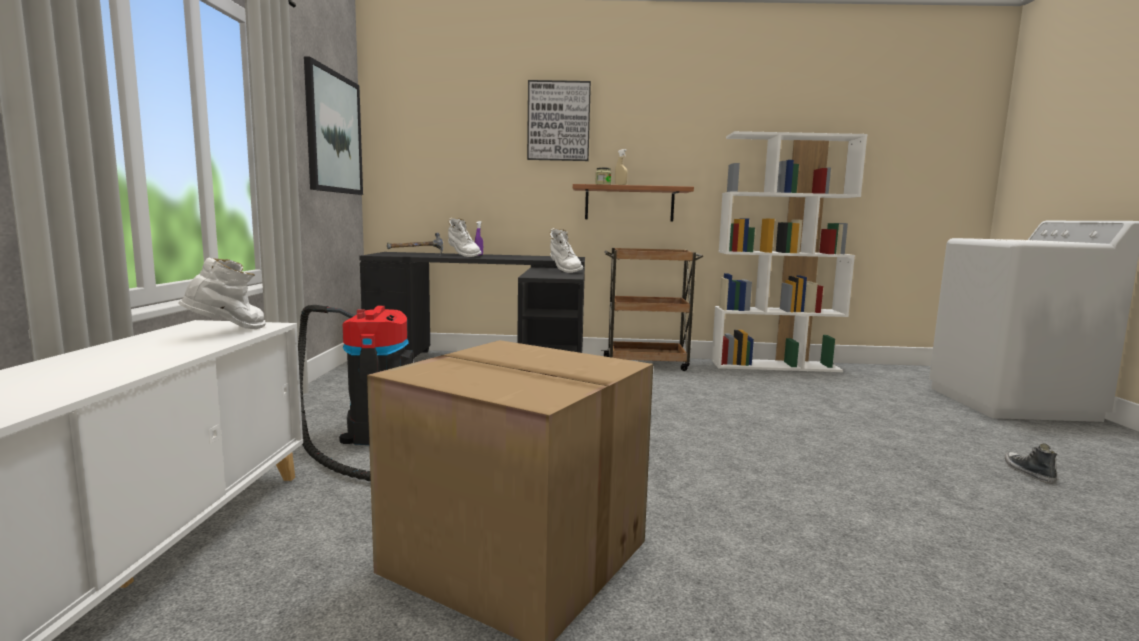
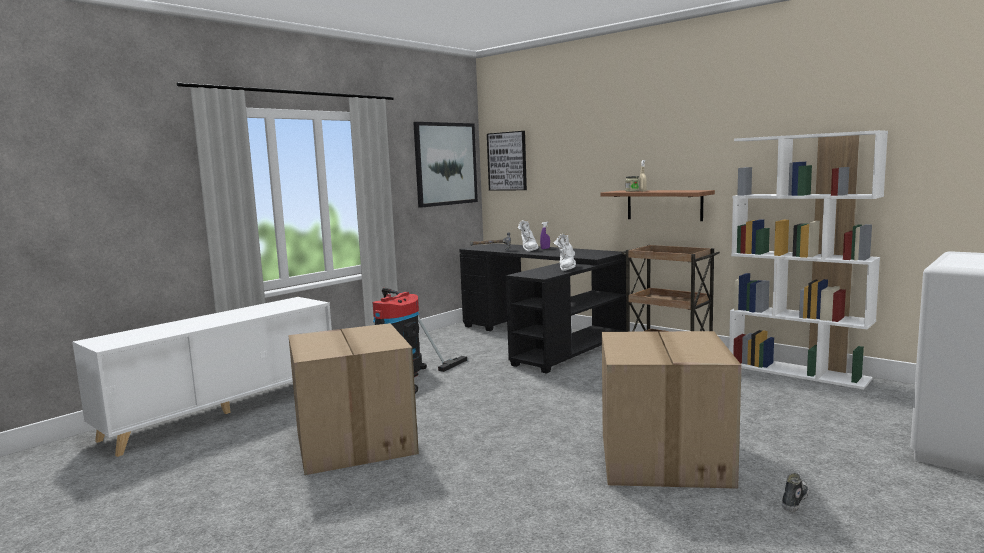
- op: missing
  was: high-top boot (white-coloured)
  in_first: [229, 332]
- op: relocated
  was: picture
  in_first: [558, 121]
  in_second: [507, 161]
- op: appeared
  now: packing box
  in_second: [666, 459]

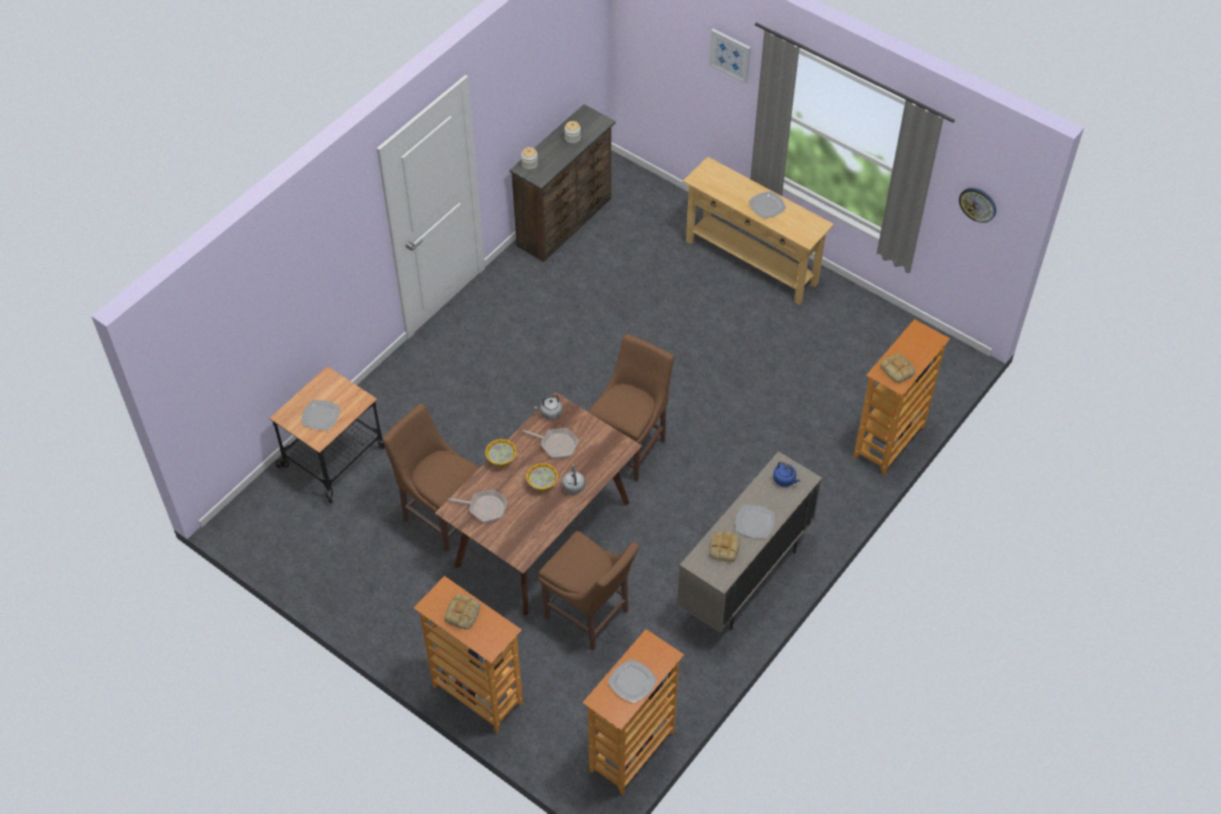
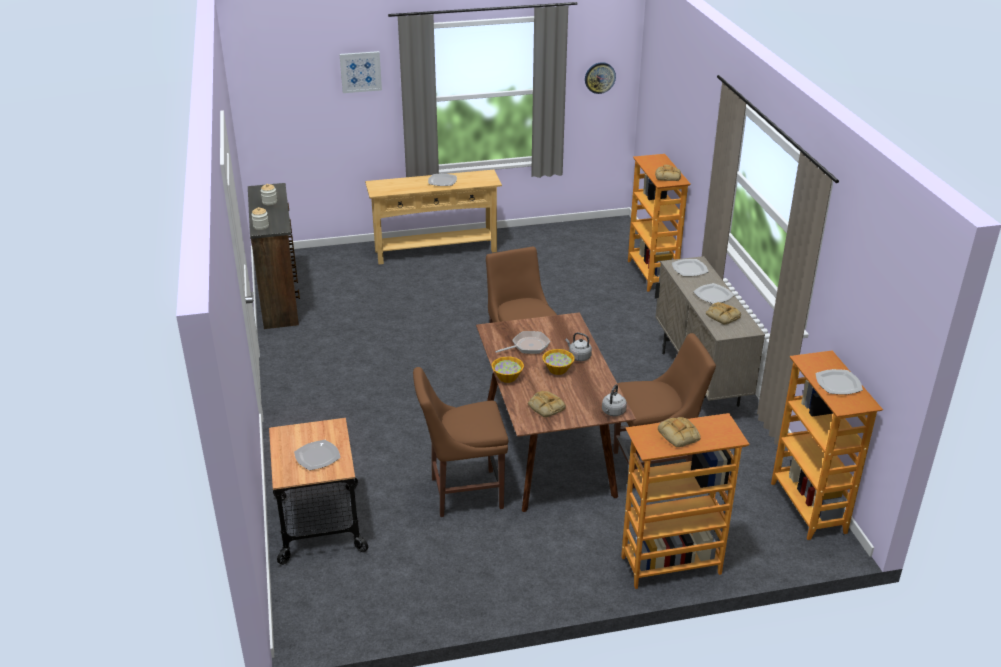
- op: exchanged
  was: pan
  now: bread
  in_first: [485, 507]
  in_second: [545, 407]
- op: relocated
  was: kettle (gray)
  in_first: [550, 413]
  in_second: [613, 412]
- op: exchanged
  was: kettle (blue)
  now: flat dish
  in_first: [785, 480]
  in_second: [689, 269]

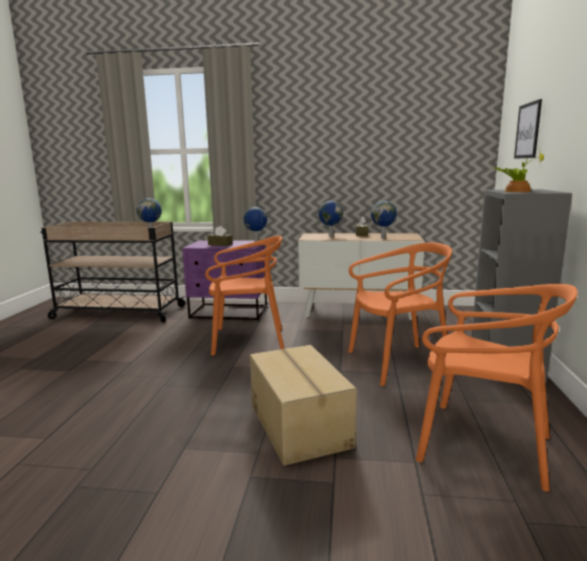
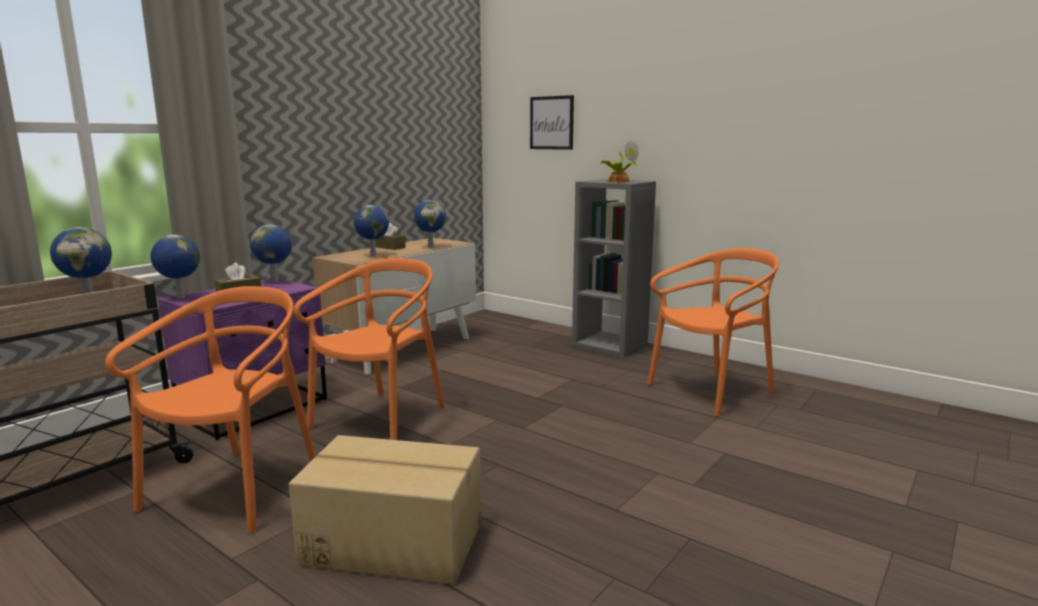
- op: relocated
  was: packing box
  in_first: [300, 424]
  in_second: [393, 541]
- op: relocated
  was: upright chair (orange)
  in_first: [397, 363]
  in_second: [235, 489]
- op: appeared
  now: globe
  in_second: [180, 298]

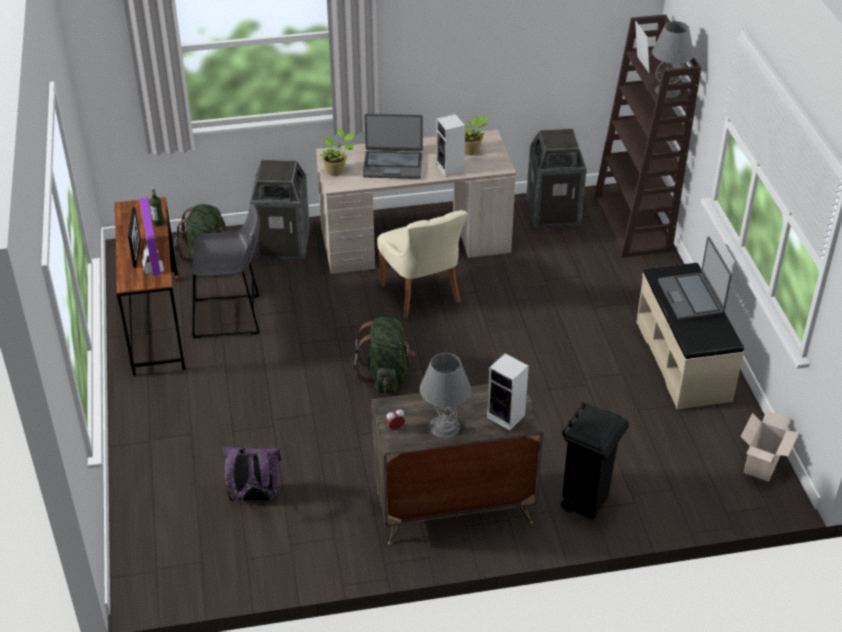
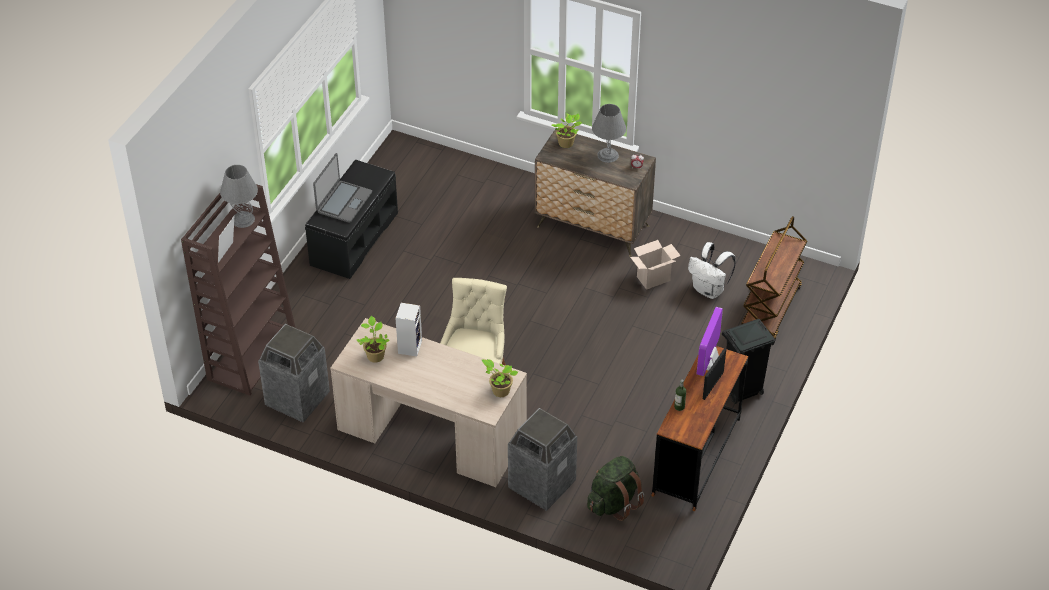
- op: missing
  was: sitting stool (gray)
  in_first: [231, 317]
- op: colour
  was: rucksack (purple-coloured)
  now: rucksack (white-coloured)
  in_first: [254, 496]
  in_second: [709, 290]
- op: missing
  was: rucksack (greenish)
  in_first: [386, 376]
- op: missing
  was: portable computer
  in_first: [393, 165]
- op: exchanged
  was: speaker
  now: potted plant
  in_first: [507, 417]
  in_second: [567, 143]
- op: relocated
  was: trash can (black-coloured)
  in_first: [586, 501]
  in_second: [742, 391]
- op: colour
  was: long seat (sand-coloured)
  now: long seat (black-coloured)
  in_first: [684, 360]
  in_second: [353, 238]
- op: relocated
  was: packing box
  in_first: [762, 466]
  in_second: [653, 278]
- op: appeared
  now: trolley (brown)
  in_second: [771, 310]

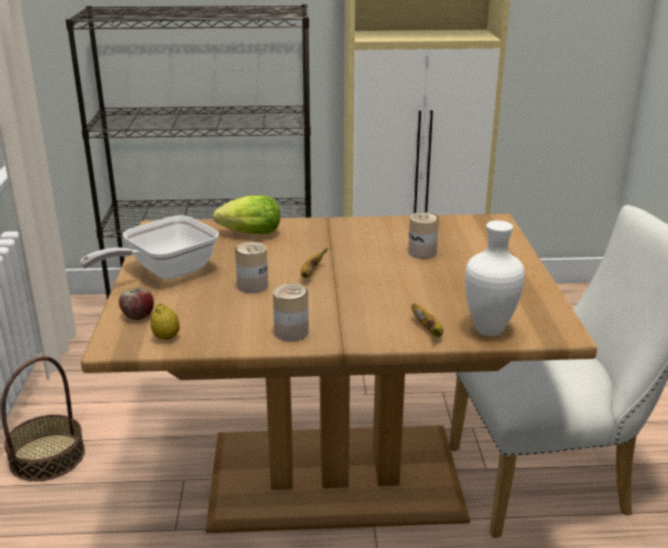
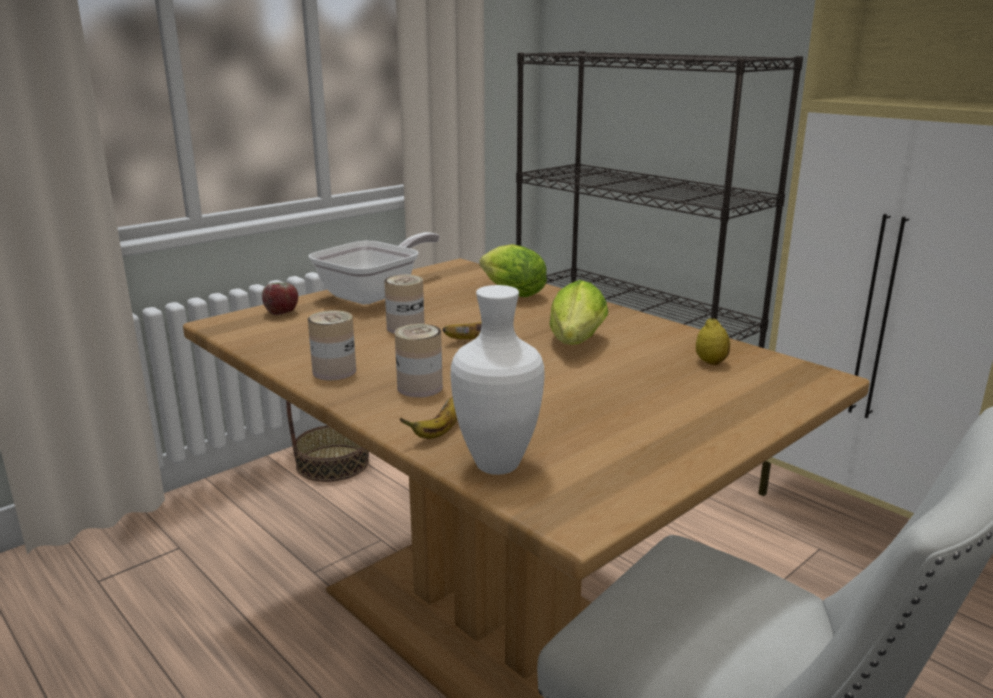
- op: spun
  was: pan
  in_first: [164, 272]
  in_second: [376, 294]
  clockwise: 120
- op: relocated
  was: whole lemon
  in_first: [166, 337]
  in_second: [711, 362]
- op: relocated
  was: can
  in_first: [422, 252]
  in_second: [420, 388]
- op: appeared
  now: lettuce head
  in_second: [575, 345]

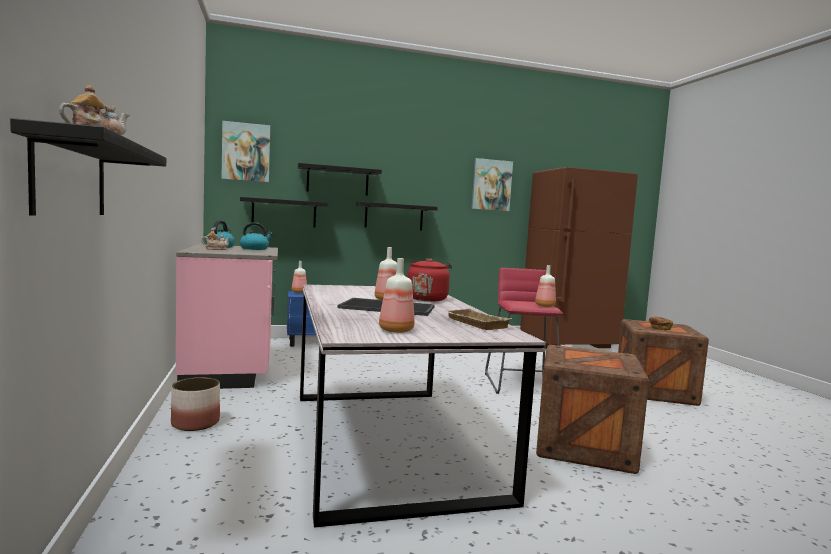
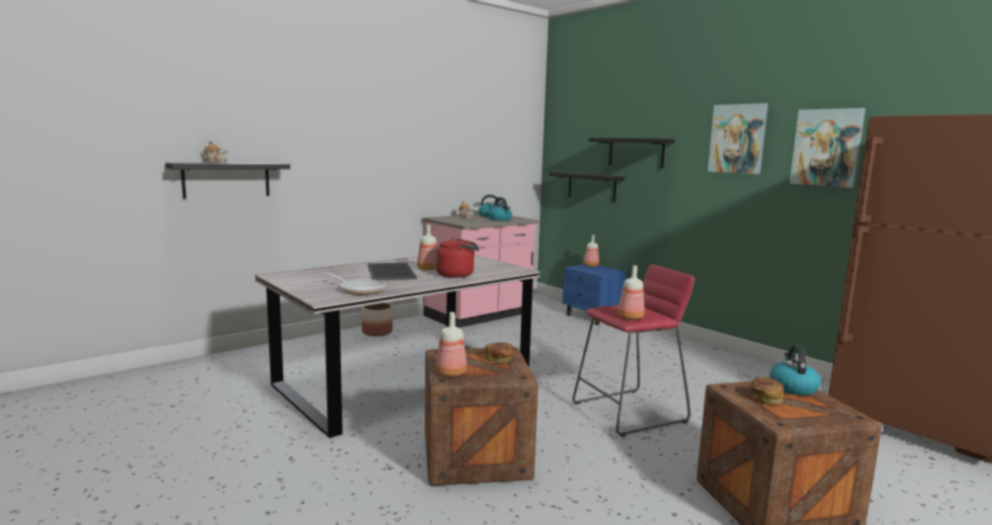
- op: relocated
  was: picture
  in_first: [246, 152]
  in_second: [737, 139]
- op: missing
  was: bracket shelf (black-coloured)
  in_first: [394, 216]
- op: relocated
  was: beverage bottle
  in_first: [395, 330]
  in_second: [450, 373]
- op: exchanged
  was: carrying tray (sand-coloured)
  now: pan
  in_first: [474, 323]
  in_second: [359, 290]
- op: appeared
  now: bread
  in_second: [500, 360]
- op: appeared
  now: kettle
  in_second: [792, 387]

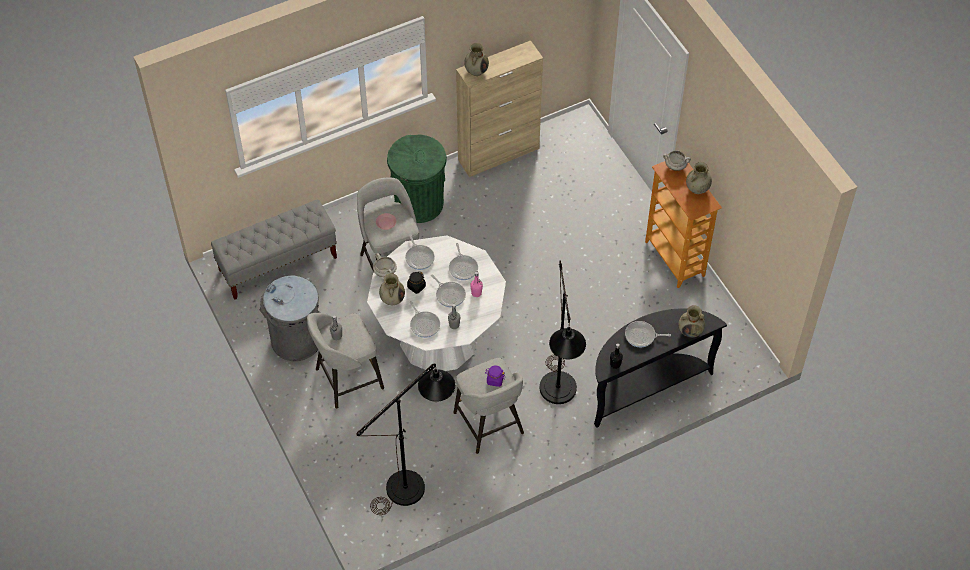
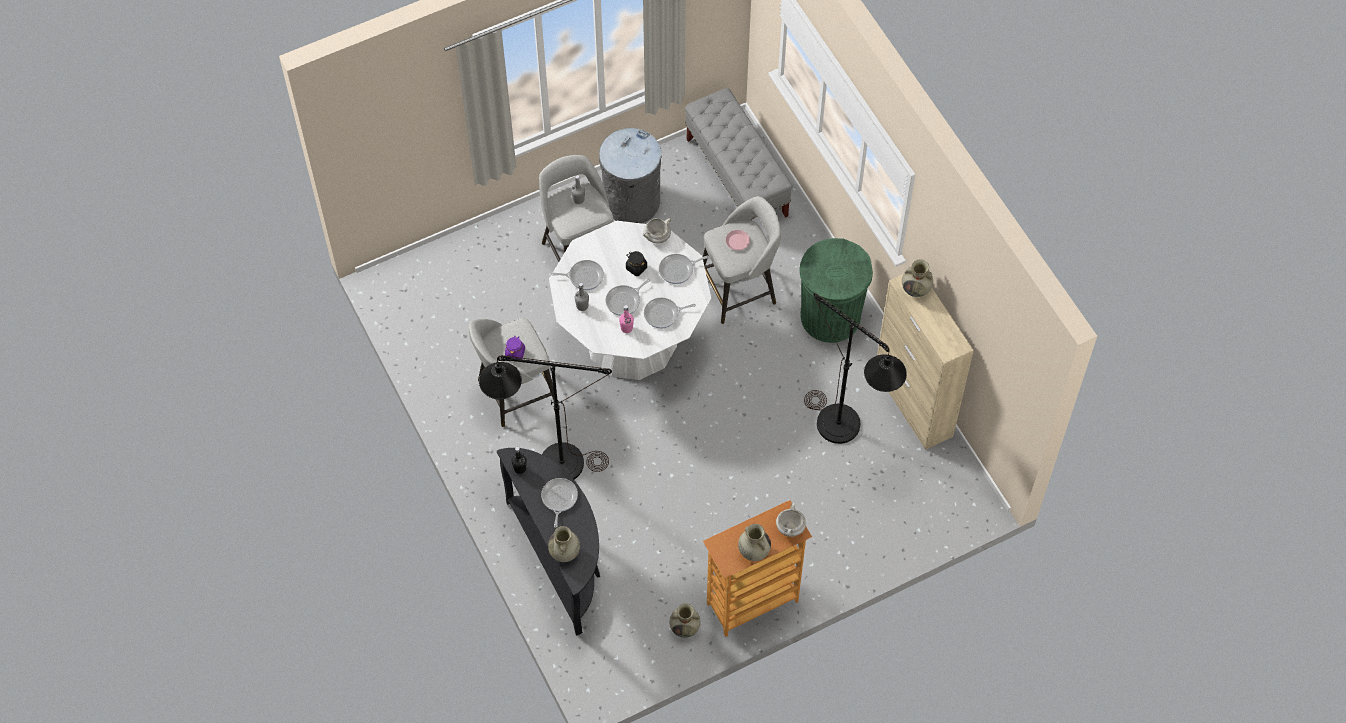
- op: relocated
  was: standard lamp (black-coloured)
  in_first: [414, 482]
  in_second: [846, 433]
- op: relocated
  was: vase (sand-coloured)
  in_first: [392, 299]
  in_second: [685, 627]
- op: spun
  was: pan
  in_first: [424, 324]
  in_second: [584, 276]
  clockwise: -150

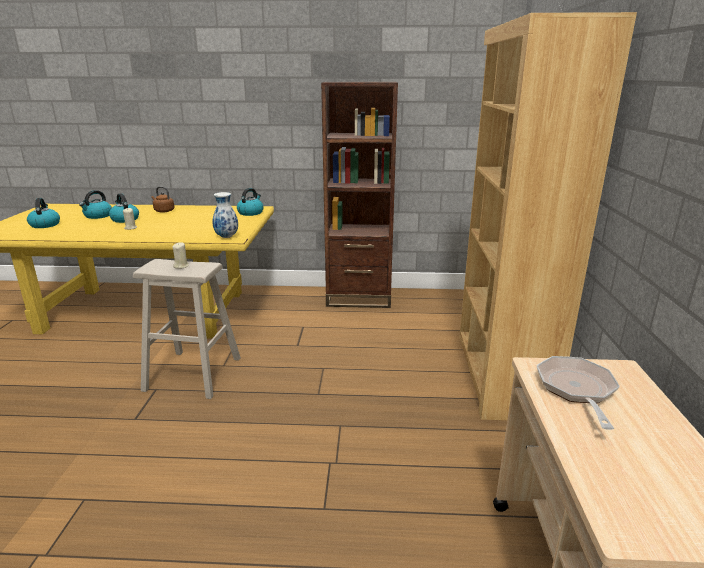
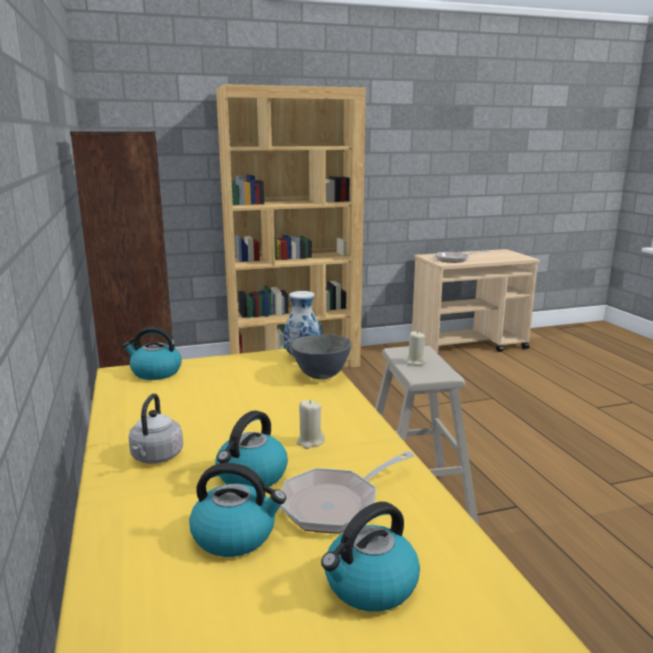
- op: colour
  was: kettle (brown)
  now: kettle (gray)
  in_first: [163, 211]
  in_second: [156, 457]
- op: appeared
  now: pan
  in_second: [336, 504]
- op: appeared
  now: deep dish (gray)
  in_second: [321, 376]

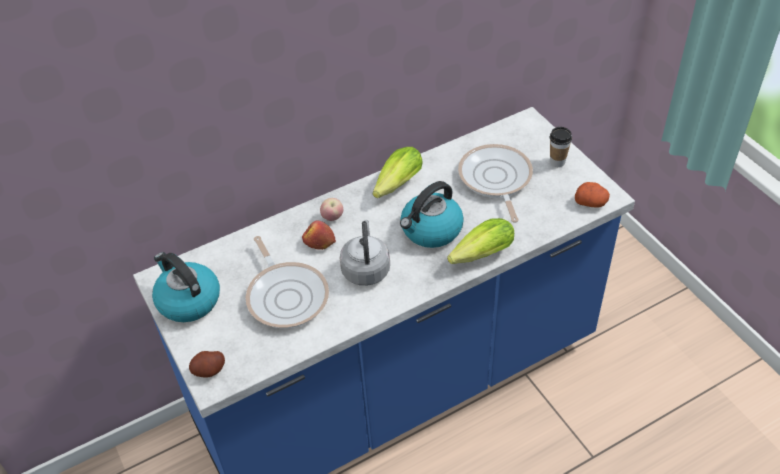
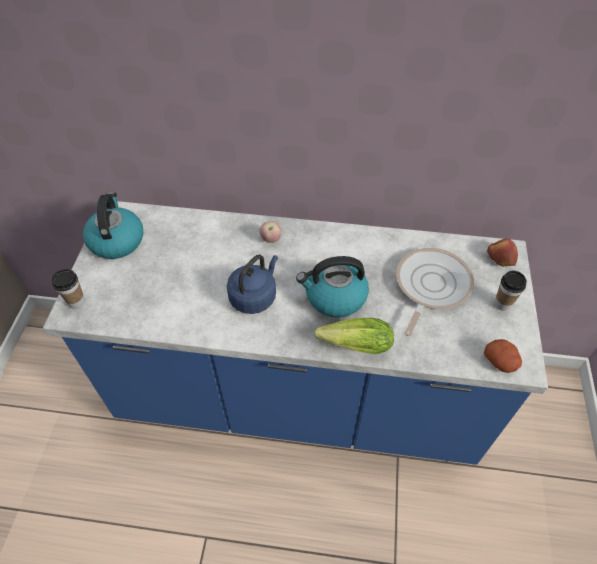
- op: exchanged
  was: potato
  now: small cup
  in_first: [209, 370]
  in_second: [76, 302]
- op: missing
  was: pan
  in_first: [287, 295]
- op: relocated
  was: apple fruit
  in_first: [319, 242]
  in_second: [500, 258]
- op: colour
  was: kettle (gray)
  now: kettle (blue)
  in_first: [366, 269]
  in_second: [254, 296]
- op: missing
  was: lettuce head
  in_first: [395, 186]

